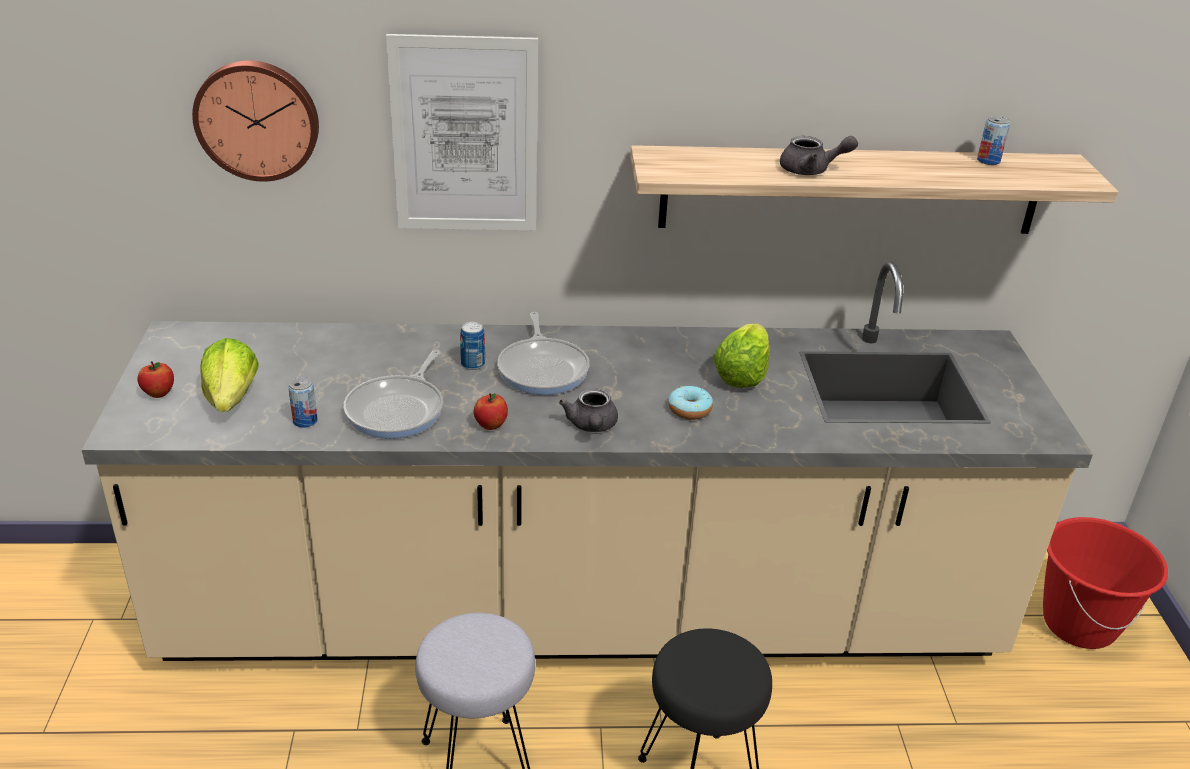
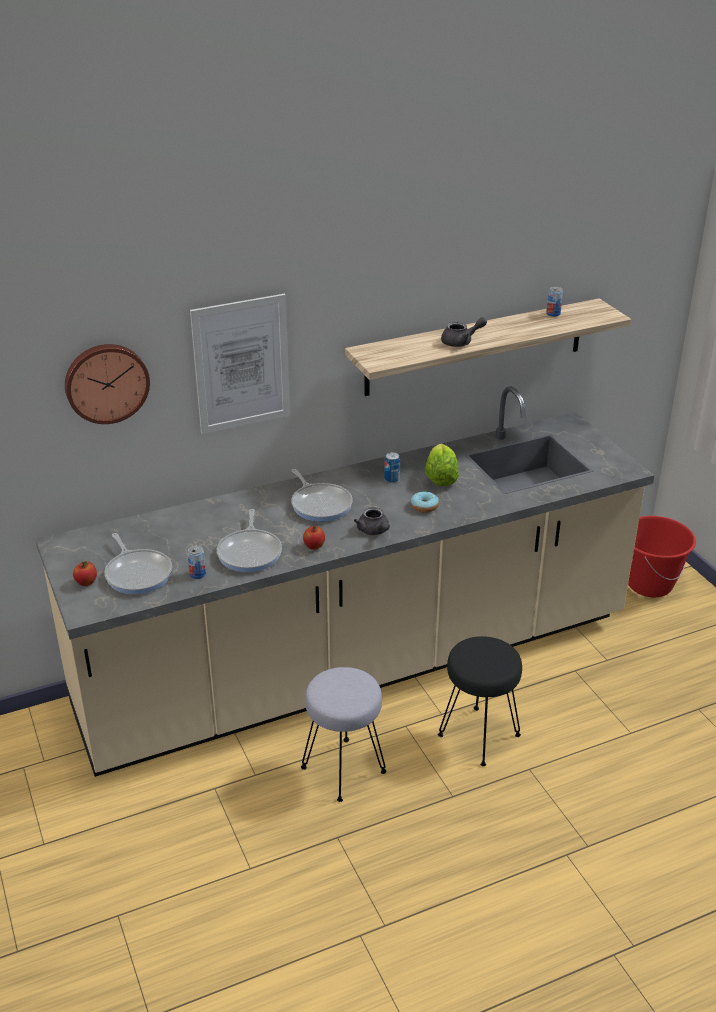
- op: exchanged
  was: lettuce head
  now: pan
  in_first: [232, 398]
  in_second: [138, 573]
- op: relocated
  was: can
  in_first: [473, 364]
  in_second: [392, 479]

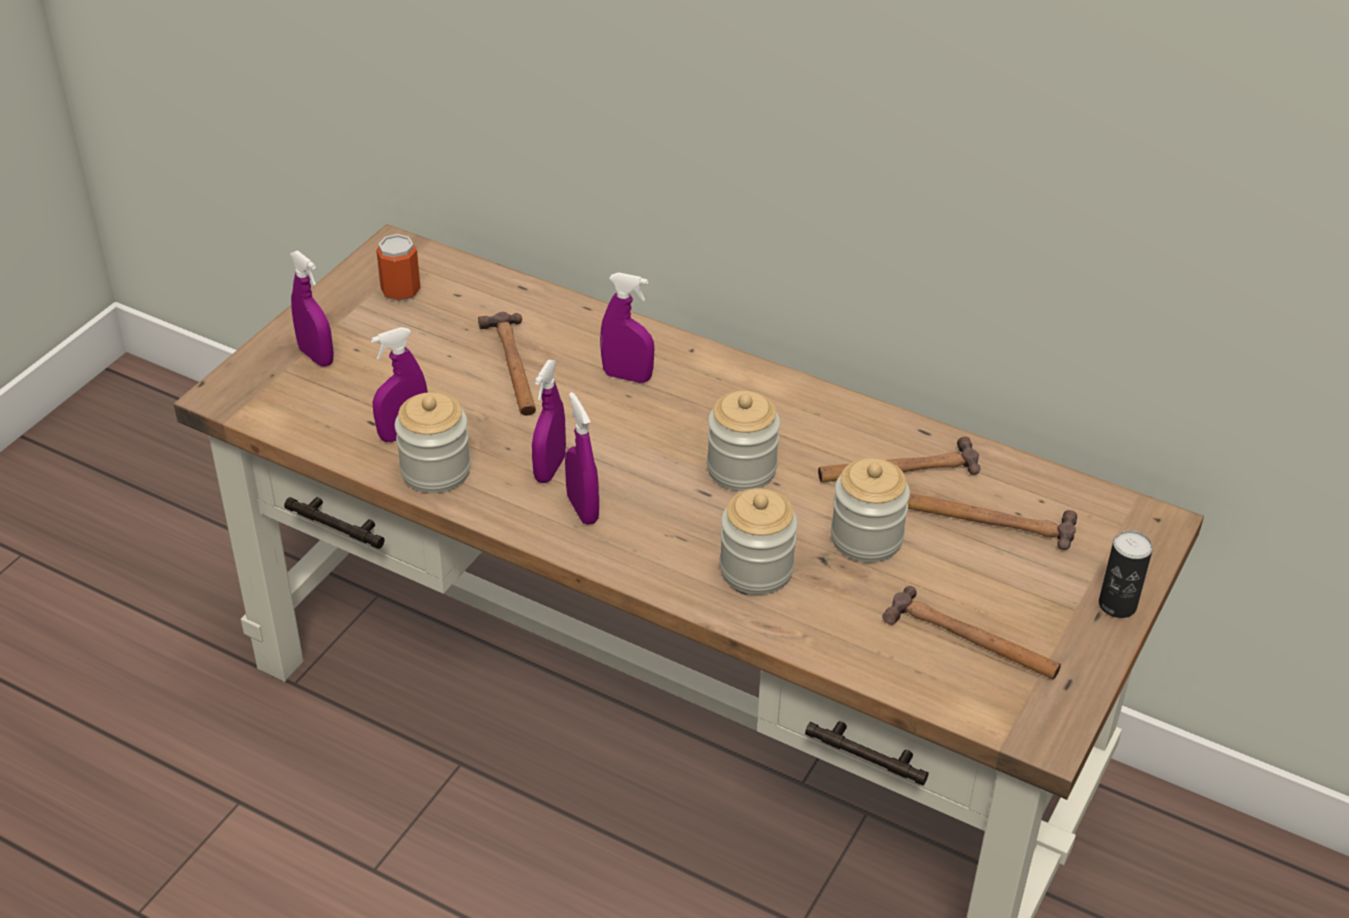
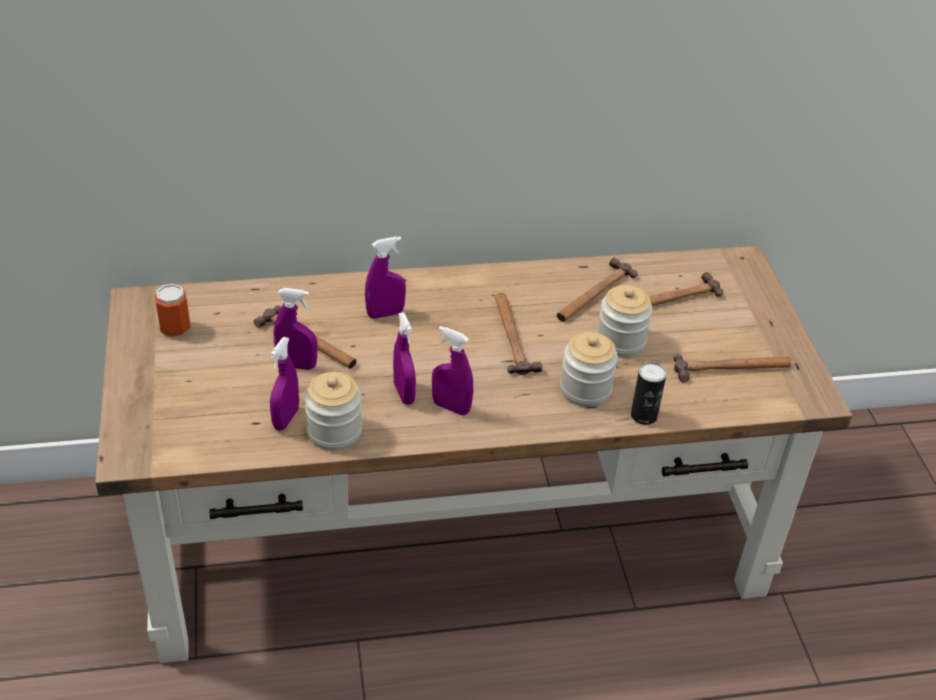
- op: relocated
  was: hand sprayer (purple-coloured)
  in_first: [316, 356]
  in_second: [297, 365]
- op: exchanged
  was: storage jar
  now: hammer
  in_first: [741, 469]
  in_second: [512, 336]
- op: relocated
  was: can
  in_first: [1117, 605]
  in_second: [643, 416]

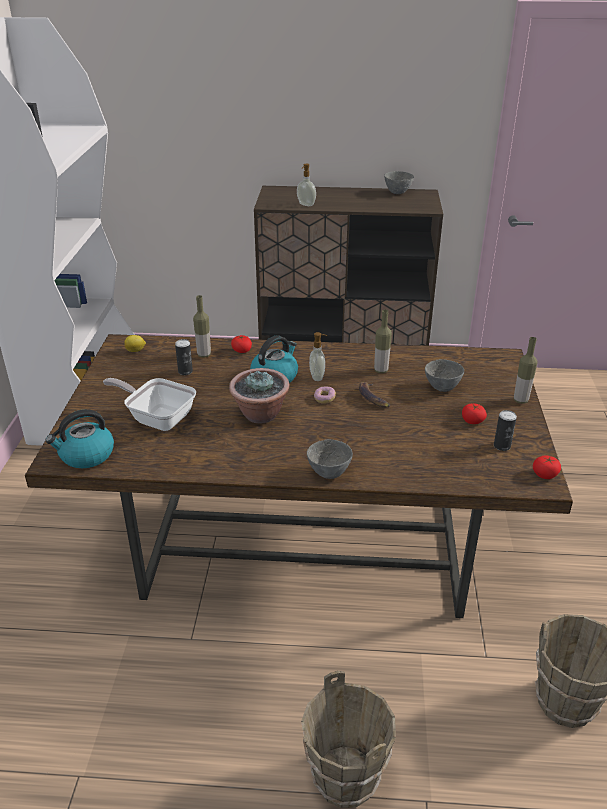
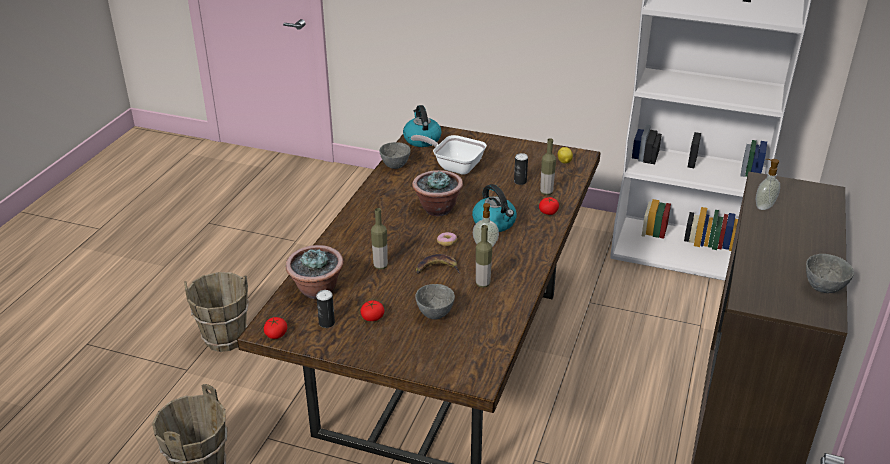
- op: spun
  was: pan
  in_first: [157, 418]
  in_second: [454, 166]
  clockwise: -105
- op: relocated
  was: deep dish (gray)
  in_first: [329, 474]
  in_second: [394, 166]
- op: relocated
  was: beverage bottle
  in_first: [520, 400]
  in_second: [380, 266]
- op: appeared
  now: potted plant
  in_second: [317, 290]

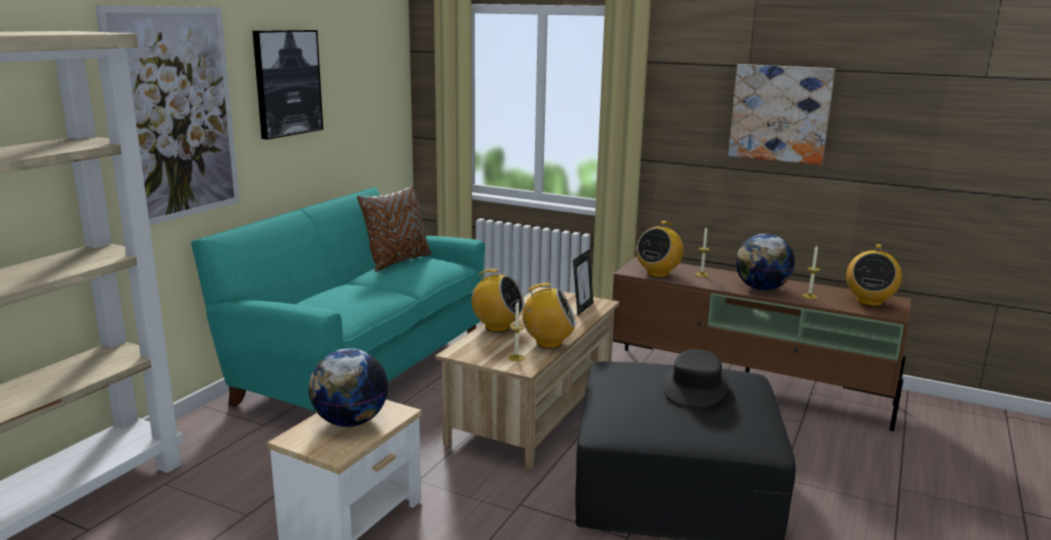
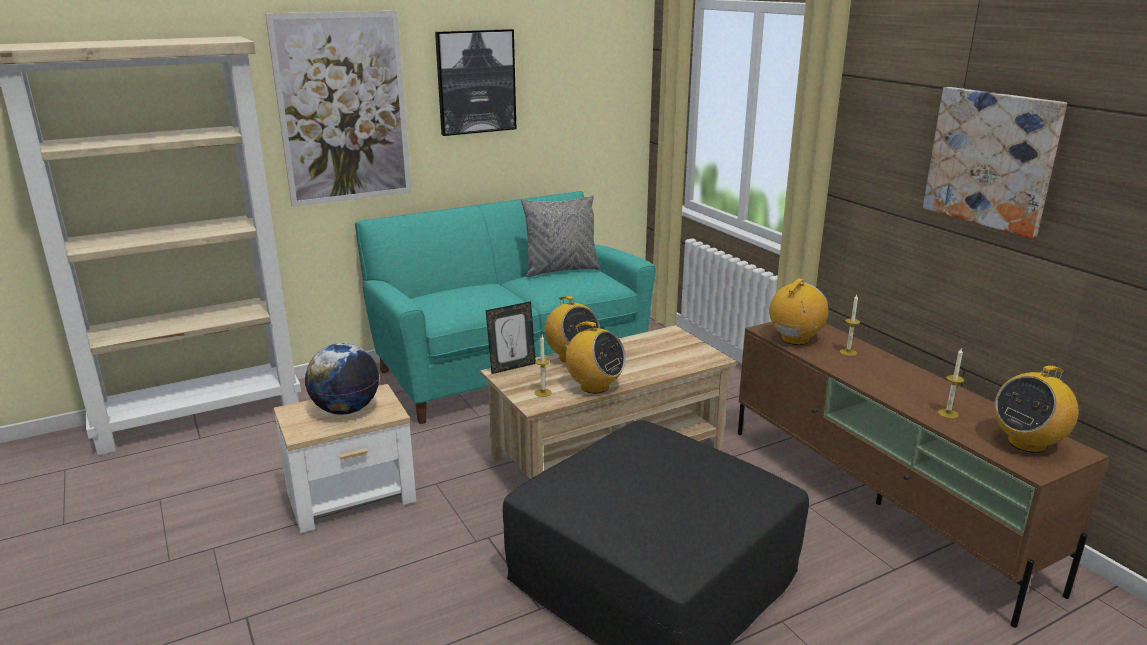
- op: colour
  was: pillow (brown)
  now: pillow (gray)
  in_first: [397, 261]
  in_second: [561, 270]
- op: relocated
  was: standing frame
  in_first: [582, 308]
  in_second: [512, 367]
- op: spun
  was: radio
  in_first: [658, 274]
  in_second: [795, 339]
  clockwise: 150
- op: missing
  was: clothing hat (black-coloured)
  in_first: [695, 388]
- op: missing
  was: globe
  in_first: [761, 288]

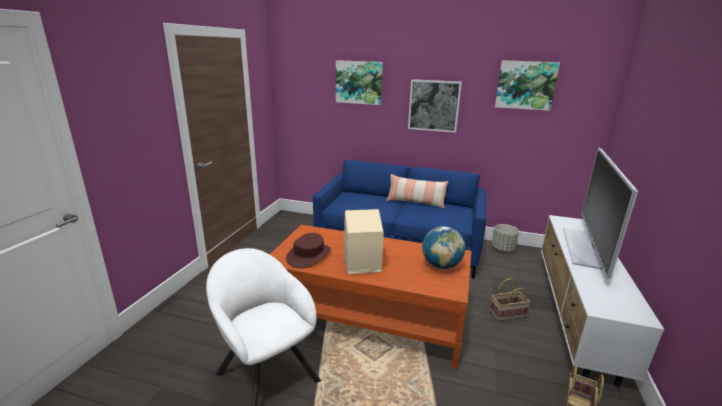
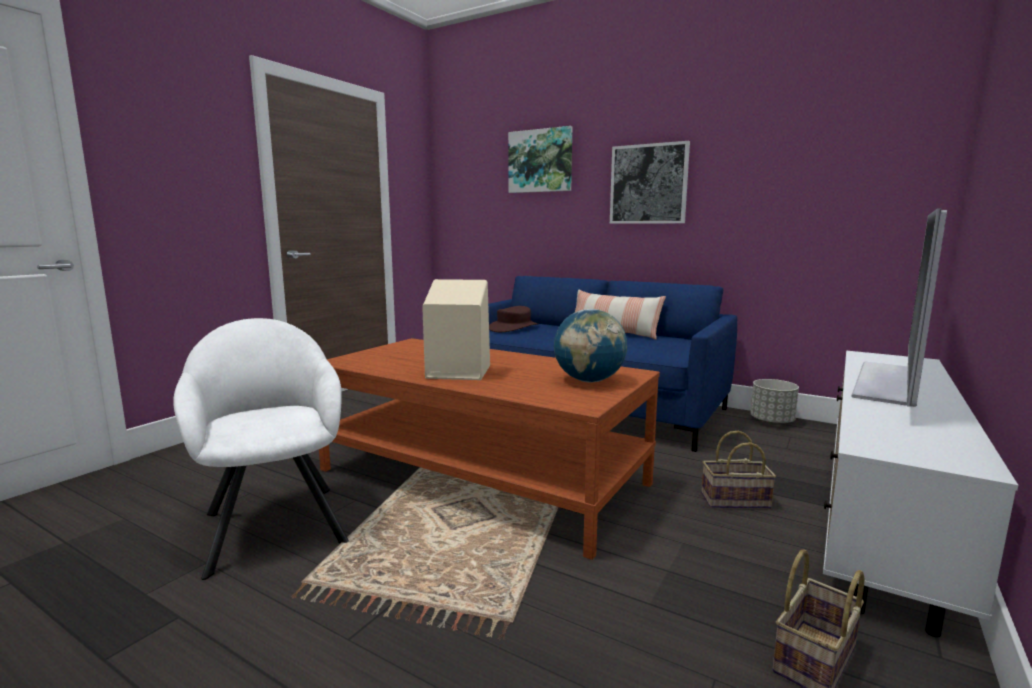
- op: relocated
  was: clothing hat (brown)
  in_first: [309, 255]
  in_second: [514, 328]
- op: missing
  was: picture
  in_first: [525, 85]

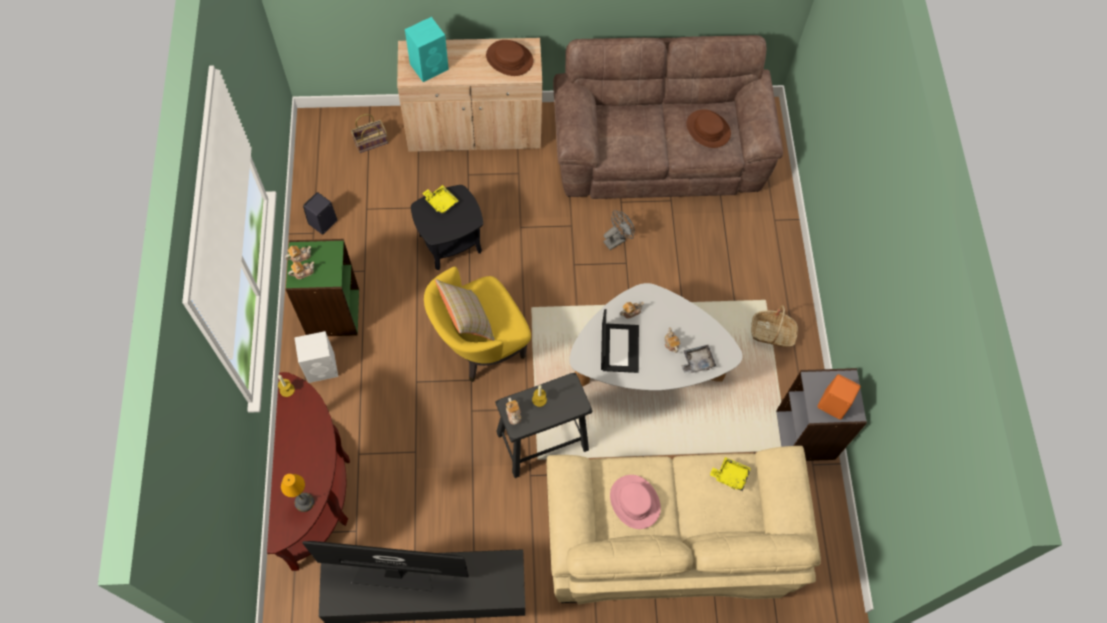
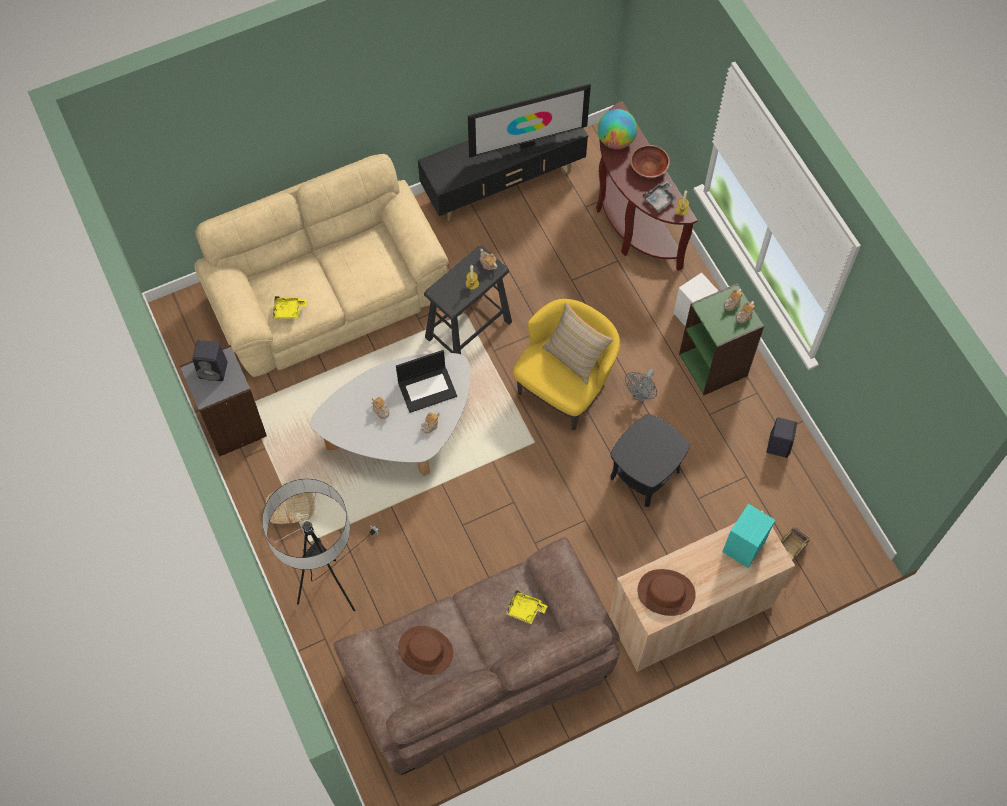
- op: exchanged
  was: lamp for a table
  now: globe
  in_first: [305, 502]
  in_second: [615, 140]
- op: relocated
  was: carrying tray (yellowish)
  in_first: [441, 202]
  in_second: [525, 609]
- op: spun
  was: portable computer
  in_first: [619, 347]
  in_second: [427, 388]
  clockwise: -90
- op: relocated
  was: cooling fan (gray)
  in_first: [617, 239]
  in_second: [641, 395]
- op: missing
  was: clothing hat (pink)
  in_first: [635, 502]
- op: relocated
  was: carrying tray (gray)
  in_first: [697, 361]
  in_second: [659, 199]
- op: colour
  was: speaker (orange)
  now: speaker (black-coloured)
  in_first: [832, 404]
  in_second: [214, 370]
- op: appeared
  now: standard lamp
  in_second: [331, 589]
- op: appeared
  now: deep dish (brown)
  in_second: [648, 168]

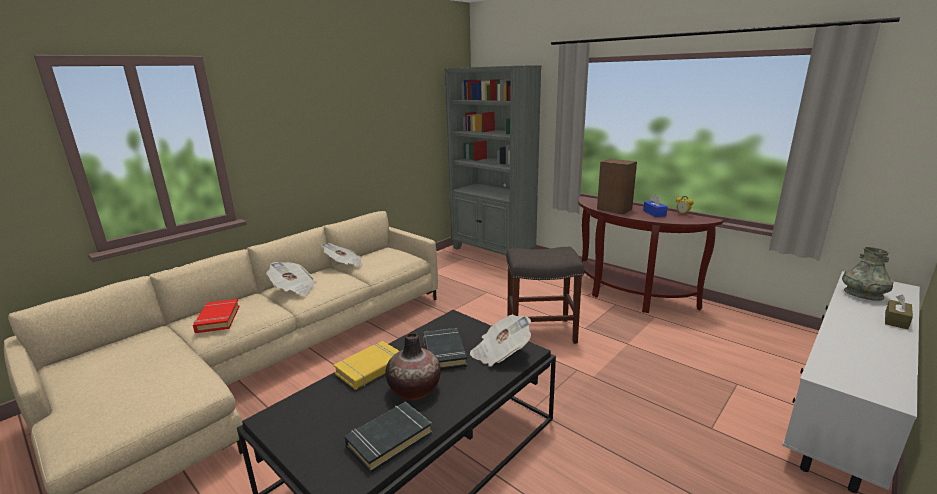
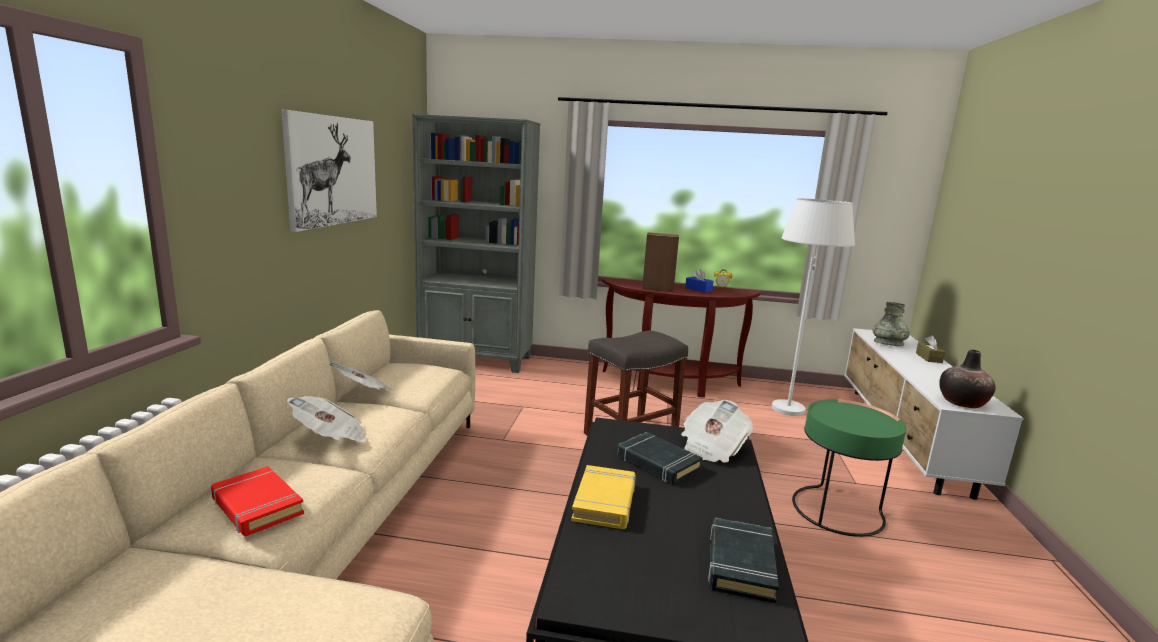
- op: relocated
  was: vase
  in_first: [415, 390]
  in_second: [962, 403]
- op: appeared
  now: picture
  in_second: [333, 170]
- op: appeared
  now: standard lamp (white-coloured)
  in_second: [790, 403]
- op: appeared
  now: side table (greenish)
  in_second: [837, 510]

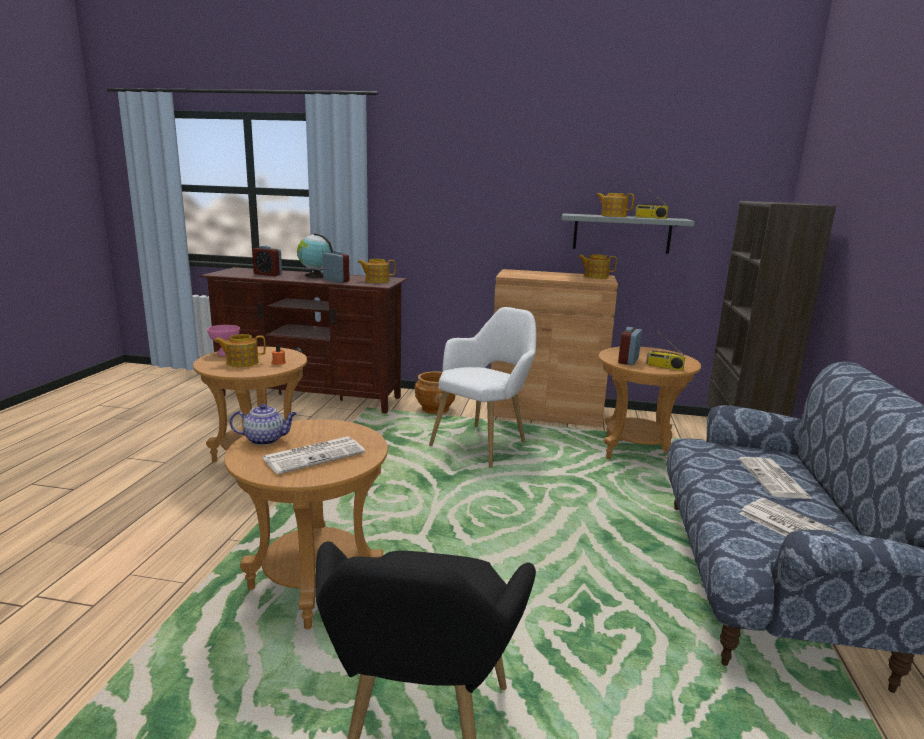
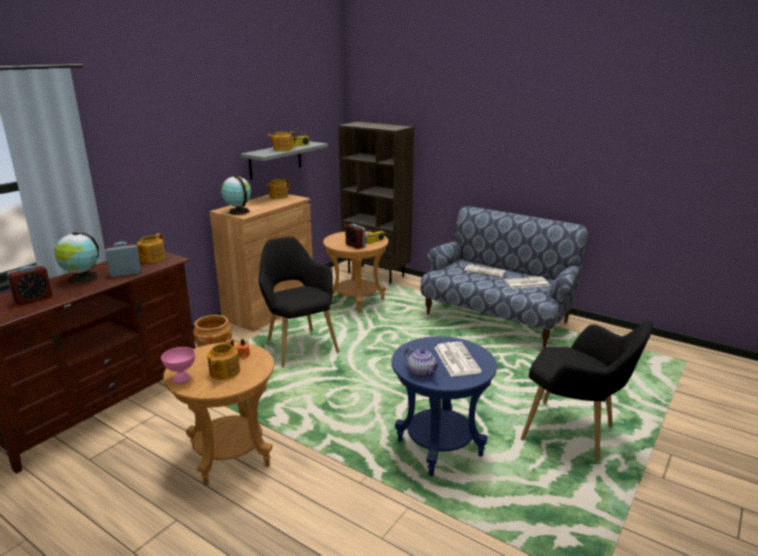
- op: colour
  was: side table (brown)
  now: side table (blue)
  in_first: [314, 585]
  in_second: [439, 448]
- op: spun
  was: teapot
  in_first: [266, 439]
  in_second: [422, 373]
  clockwise: 120
- op: colour
  was: armchair (white-coloured)
  now: armchair (black-coloured)
  in_first: [484, 443]
  in_second: [298, 345]
- op: appeared
  now: globe
  in_second: [238, 211]

